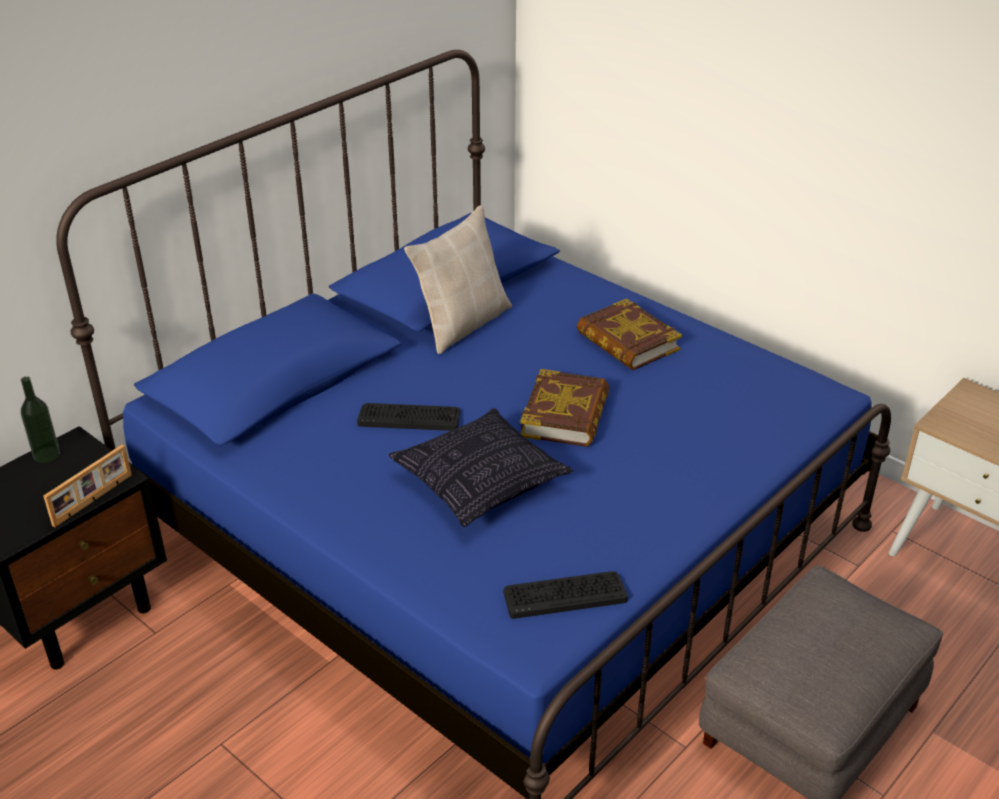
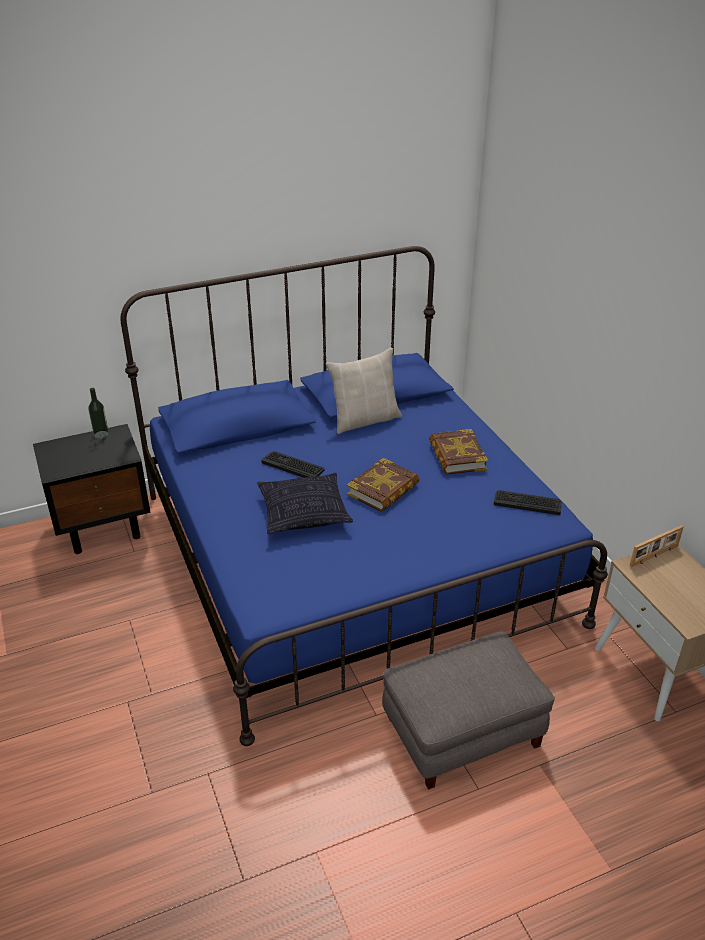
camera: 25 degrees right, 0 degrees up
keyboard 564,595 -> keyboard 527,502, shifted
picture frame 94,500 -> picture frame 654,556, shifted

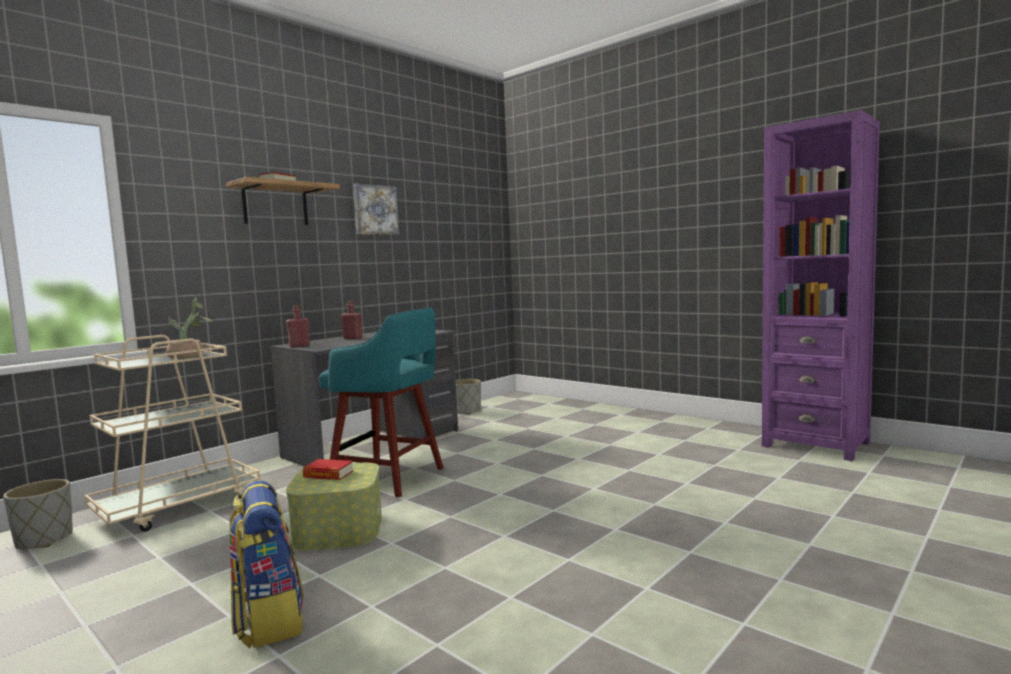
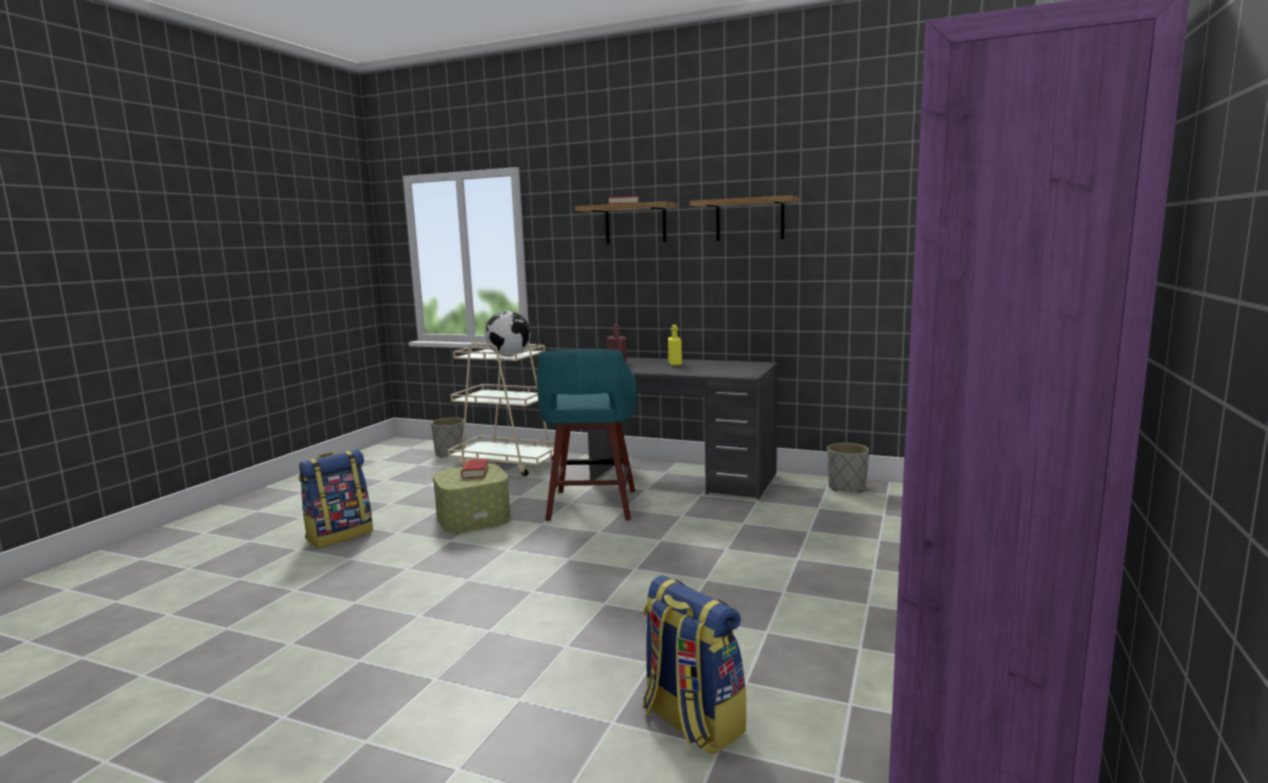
camera: 70 degrees right, 5 degrees up
potted plant 190,356 -> globe 509,356
none -> backpack 691,722
bottle (red) 353,338 -> bottle (yellow) 675,364
picture 375,210 -> shelf 750,220

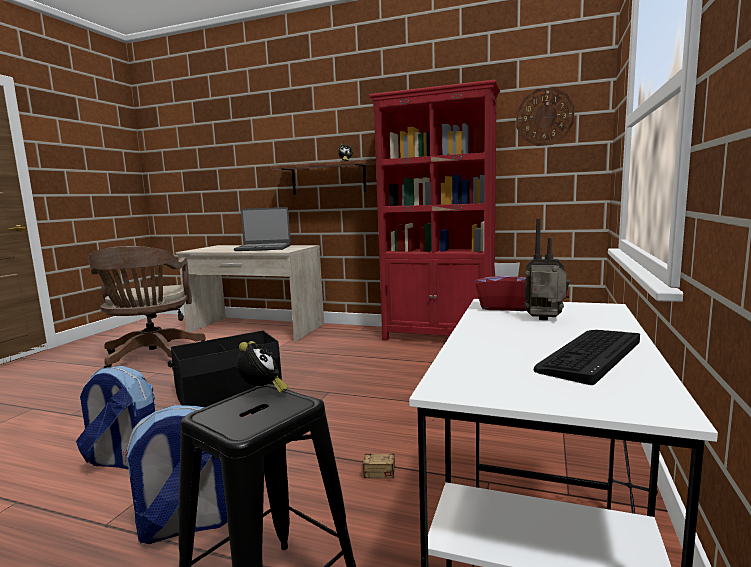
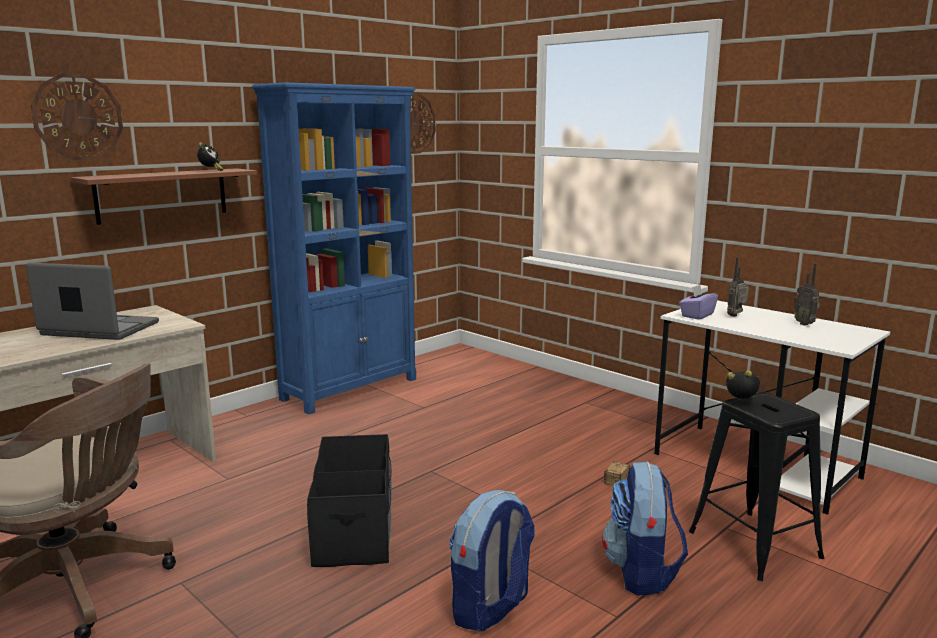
camera: 65 degrees left, 5 degrees up
laptop 263,248 -> laptop 99,329, 105 degrees counterclockwise
none -> wall clock 78,117
bookcase (red) 439,337 -> bookcase (blue) 351,389
tissue box (red) 506,307 -> tissue box (purple) 697,315
keyboard 589,355 -> radio 805,324

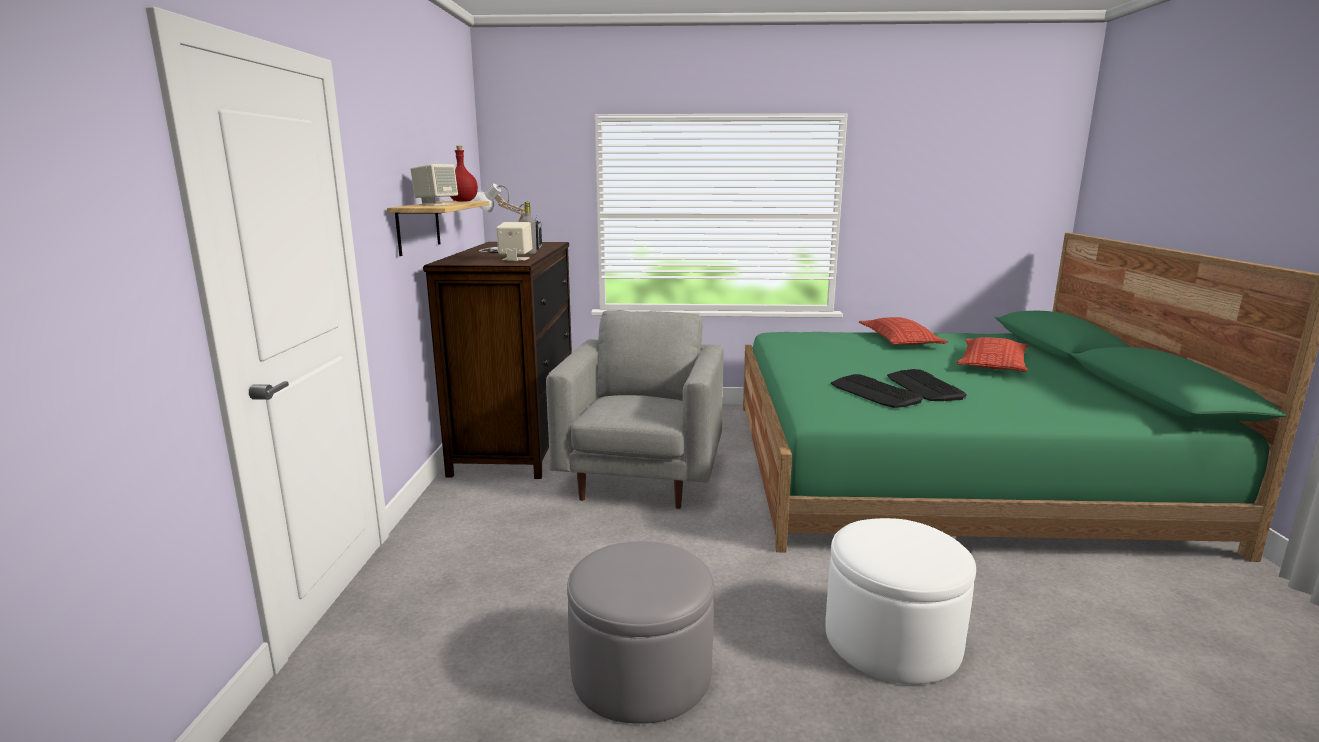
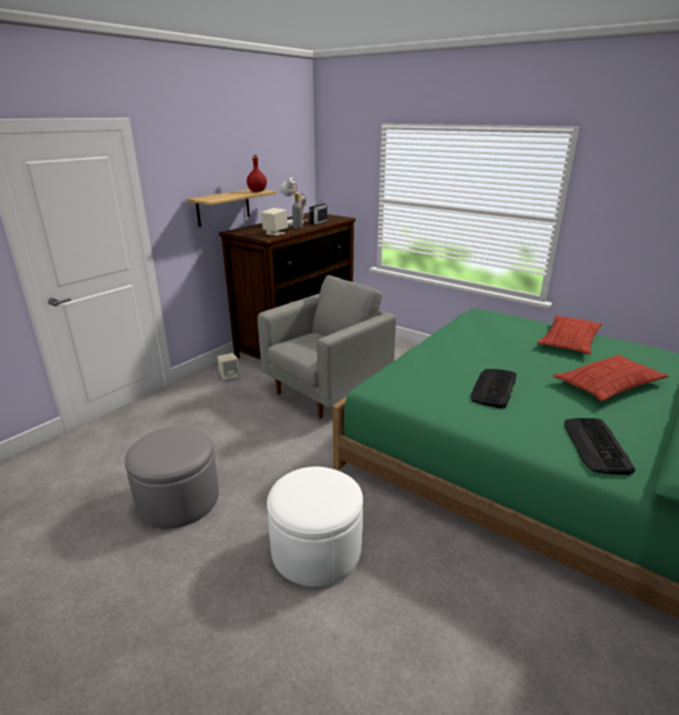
camera: 35 degrees right, 10 degrees up
speaker (beige) 436,204 -> speaker (beige) 229,375, shifted
keyboard 874,392 -> keyboard 596,445, shifted

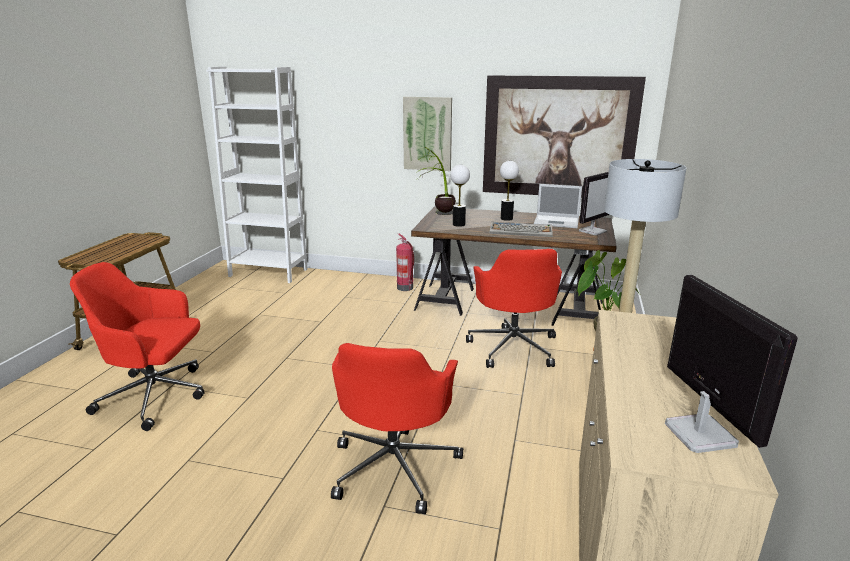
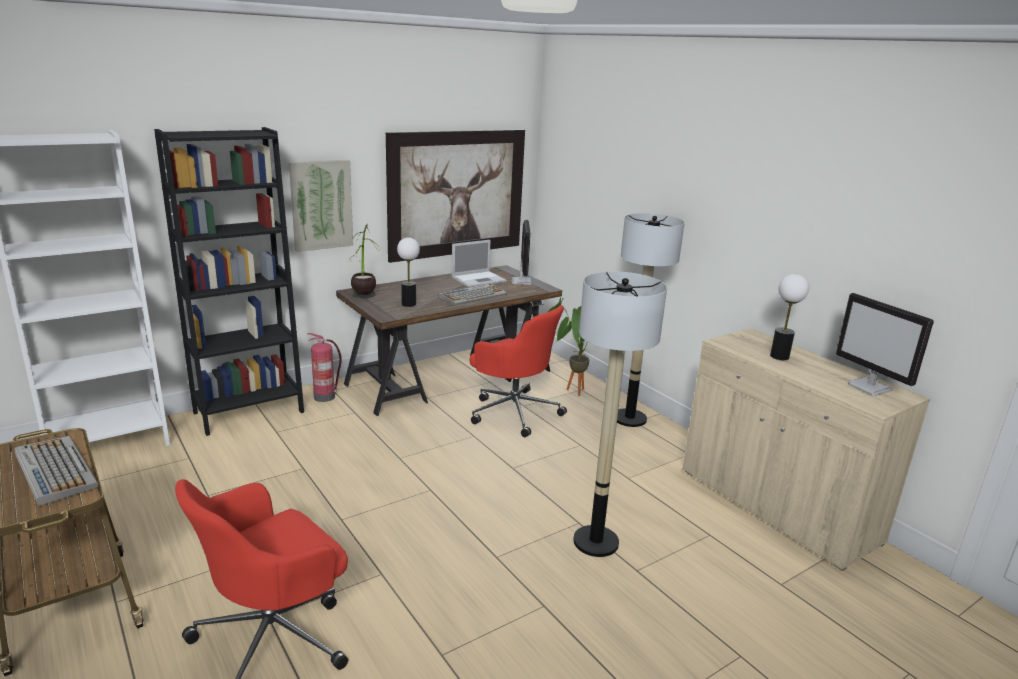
camera: 50 degrees left, 0 degrees up
none -> keyboard 54,470
none -> bookcase (black) 249,412
office chair (red) 395,466 -> floor lamp 596,542
table lamp 506,218 -> table lamp 779,356, shifted
monitor 699,433 -> monitor 870,387, 150 degrees counterclockwise

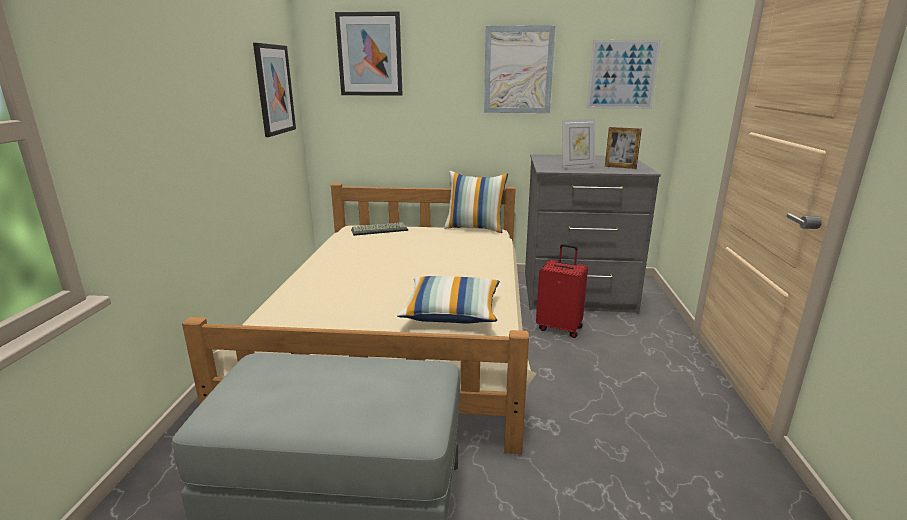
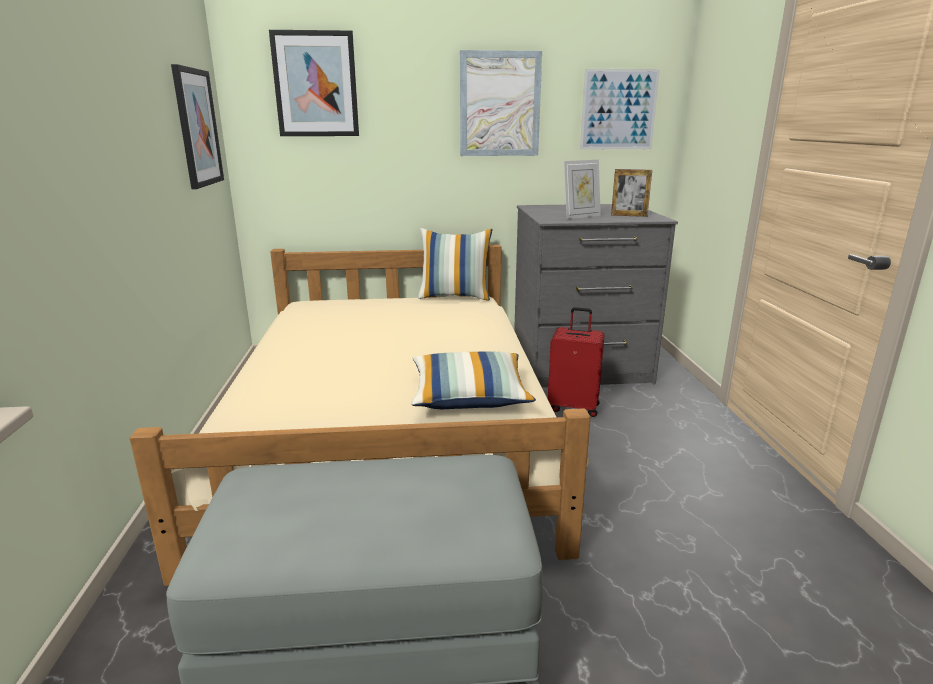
camera: 10 degrees left, 0 degrees up
keyboard 380,230 -> none

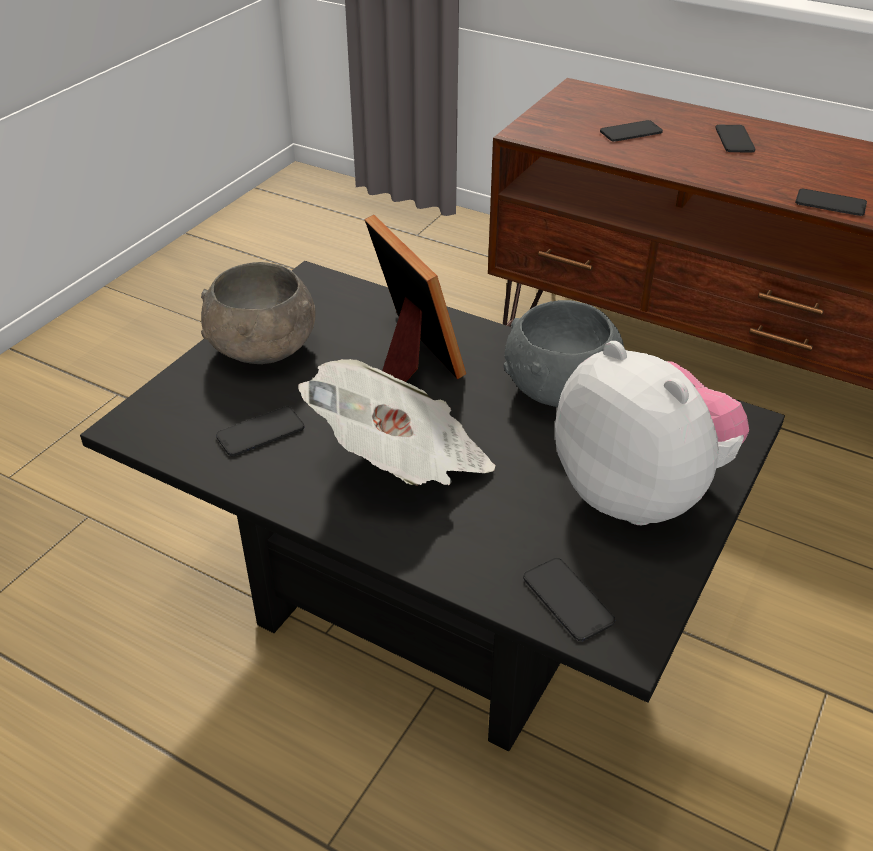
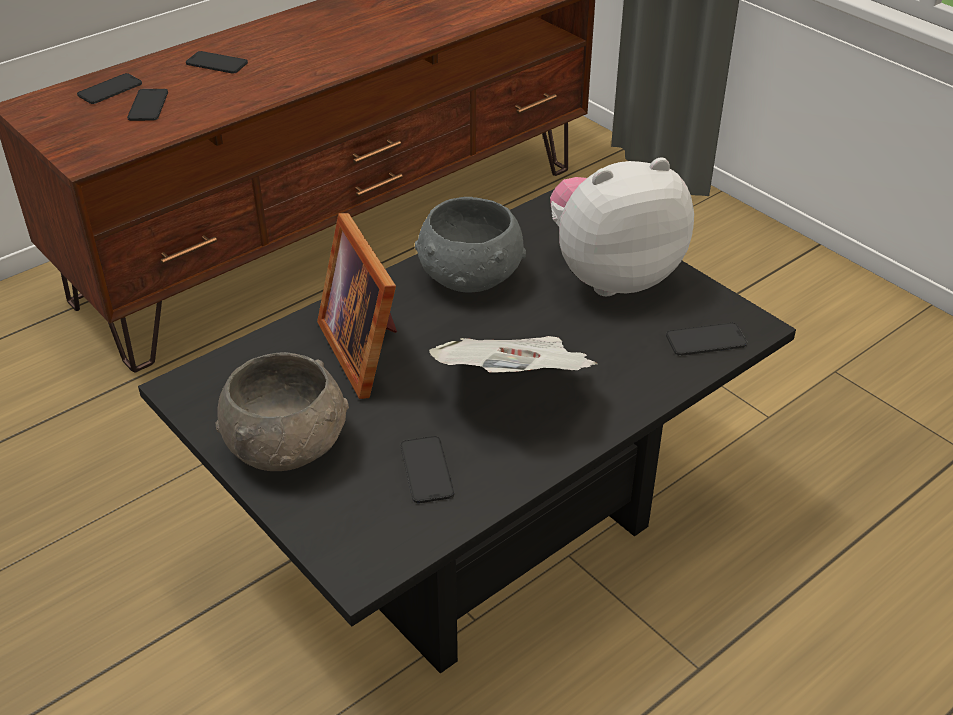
camera: 70 degrees left, 0 degrees up
phone 830,203 -> phone 110,89, shifted
picture frame 409,355 -> picture frame 366,348, 105 degrees counterclockwise

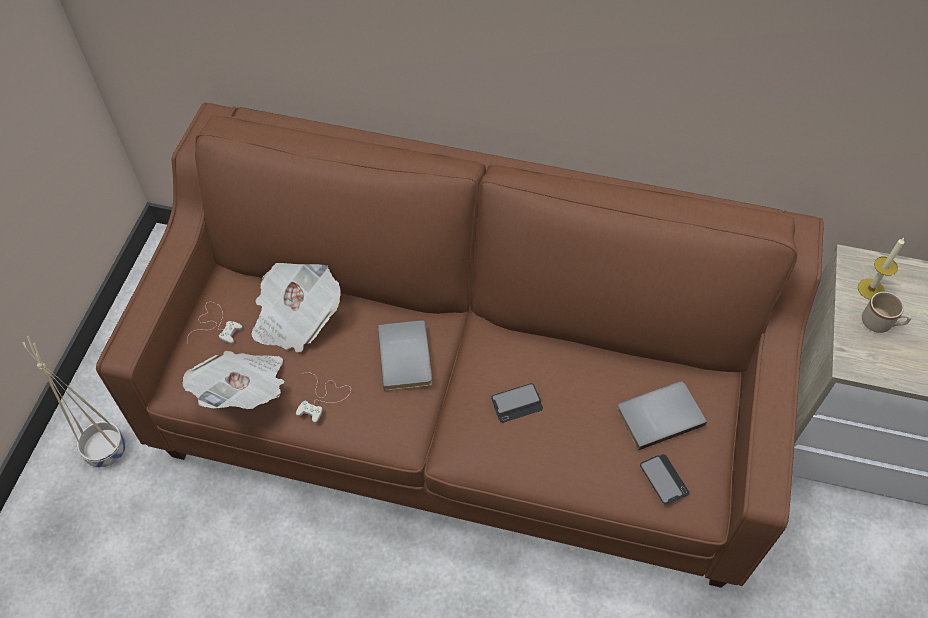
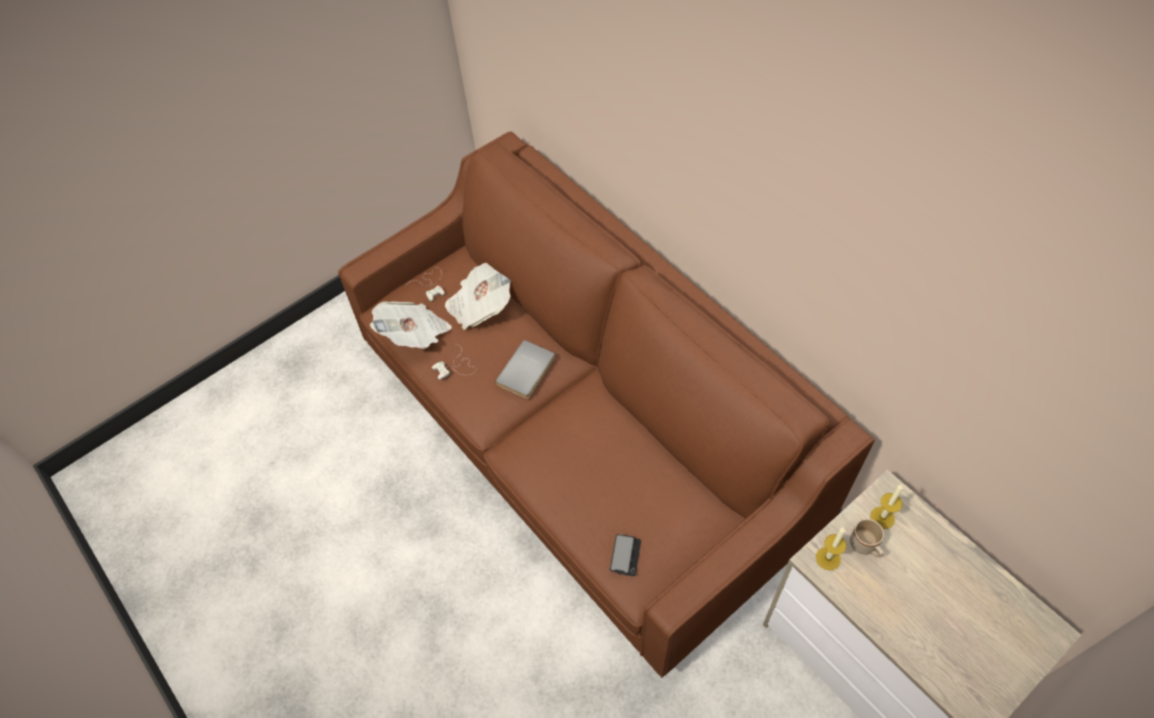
camera: 40 degrees right, 0 degrees up
none -> candle 828,558
planter (beige) 105,449 -> none
phone 517,403 -> none
book (grey) 658,414 -> none

